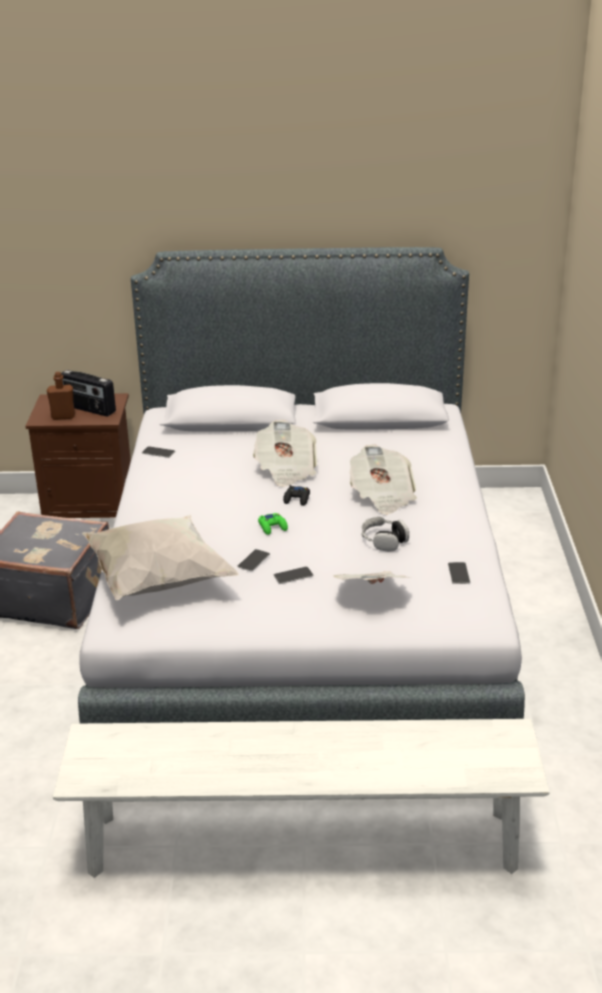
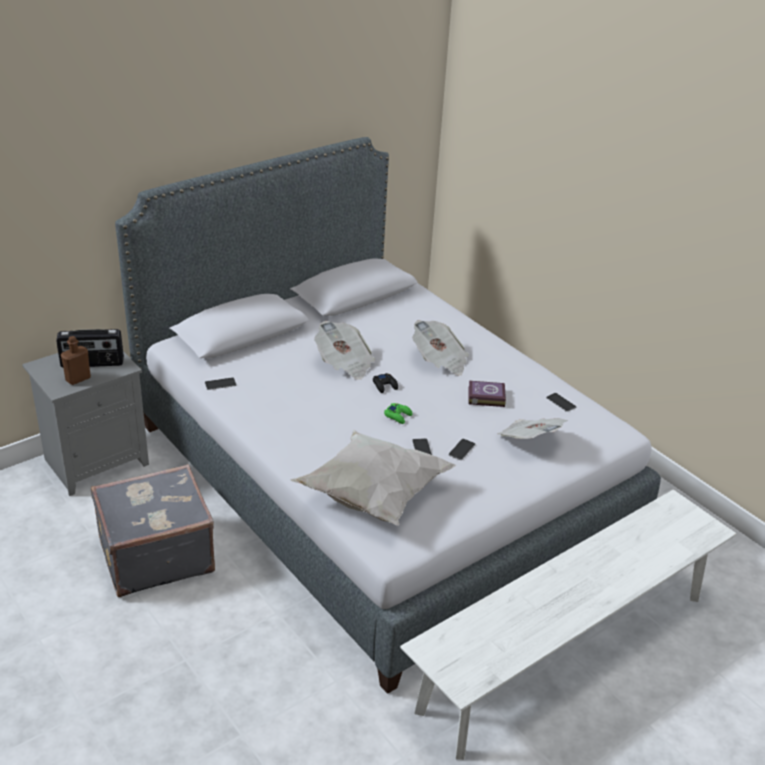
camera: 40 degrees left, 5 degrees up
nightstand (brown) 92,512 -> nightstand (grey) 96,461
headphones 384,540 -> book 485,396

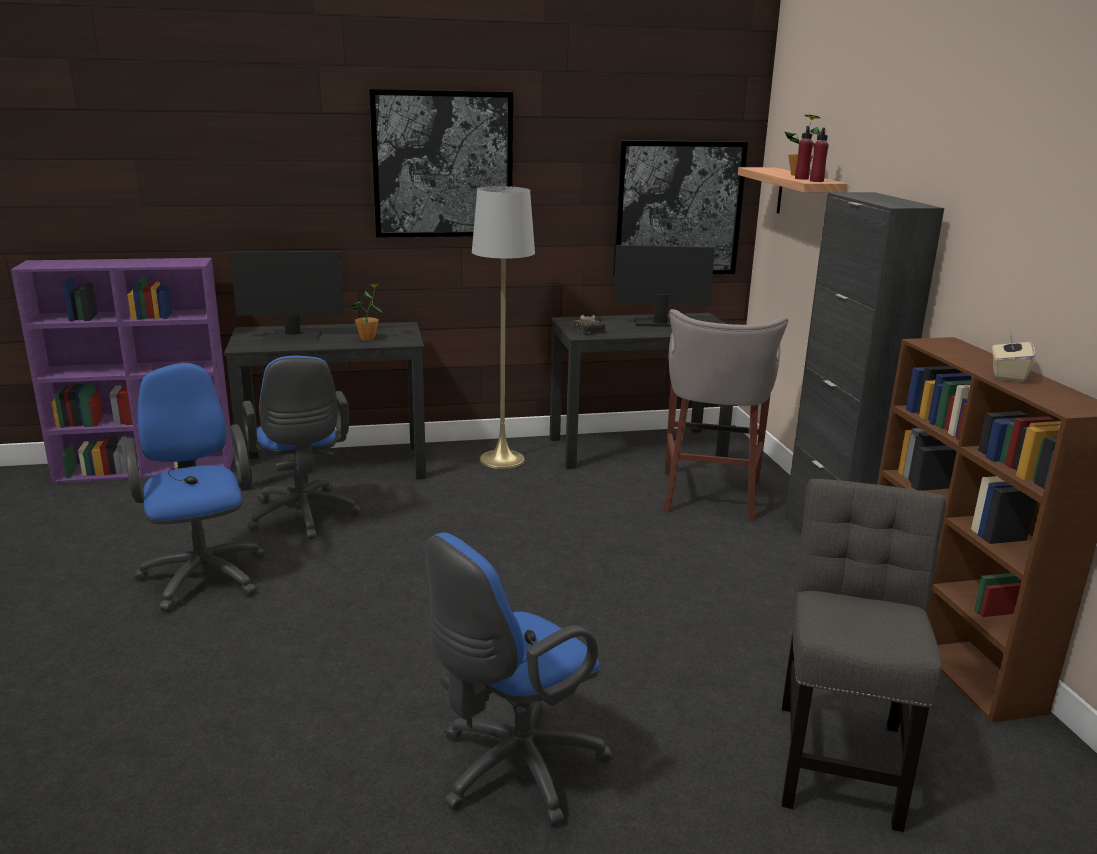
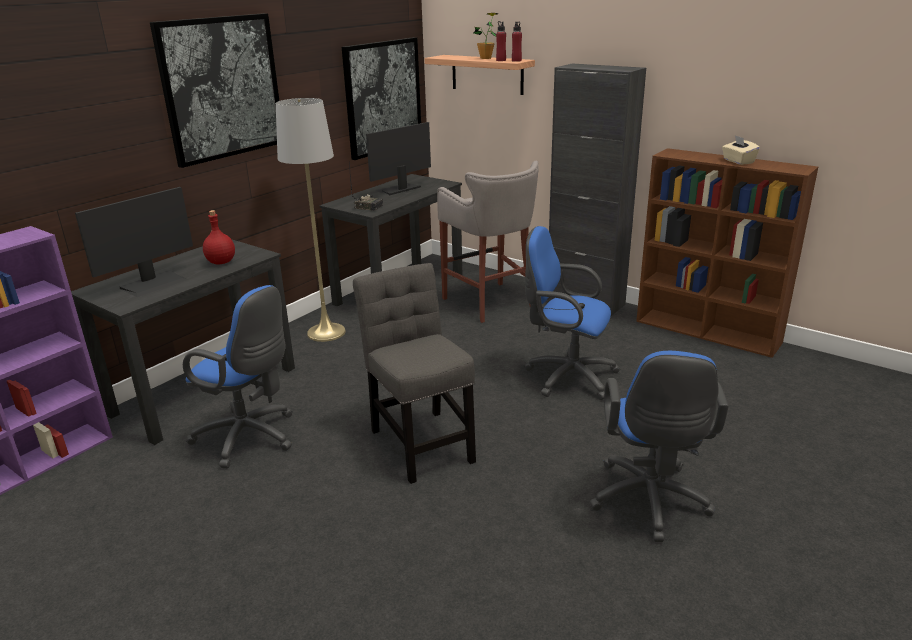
camera: 40 degrees left, 5 degrees up
potted plant 367,338 -> bottle (red) 221,262
chair (grey) 840,756 -> chair (grey) 420,442, shifted
office chair (blue) 203,573 -> office chair (blue) 566,376, shifted

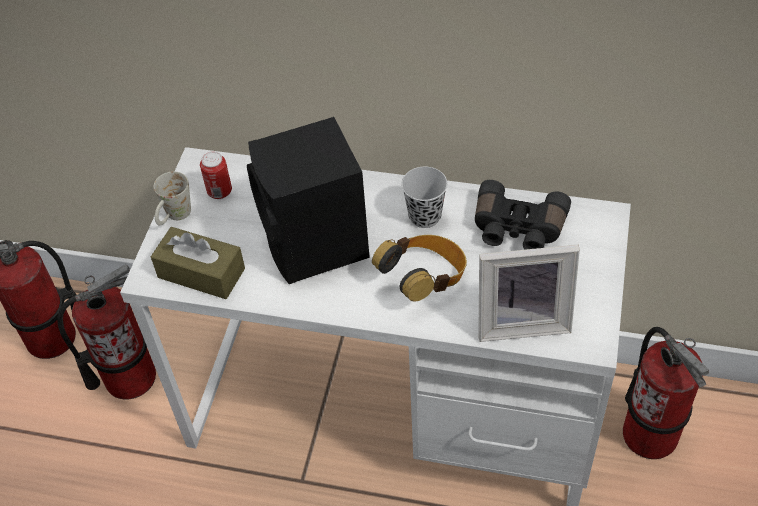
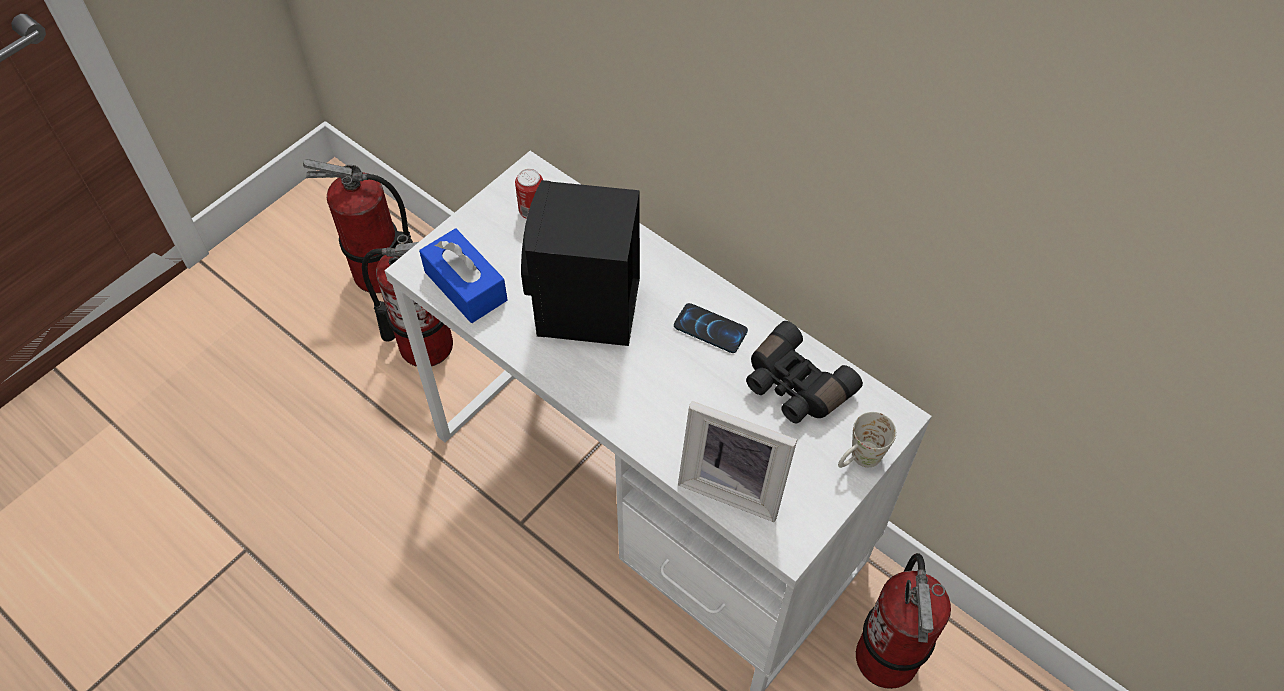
camera: 25 degrees right, 5 degrees up
tissue box (brown) 201,273 -> tissue box (blue) 465,286
cup (black) 425,216 -> phone 710,329
mug (white) 174,217 -> mug (white) 859,460, shifted
headphones 424,280 -> none

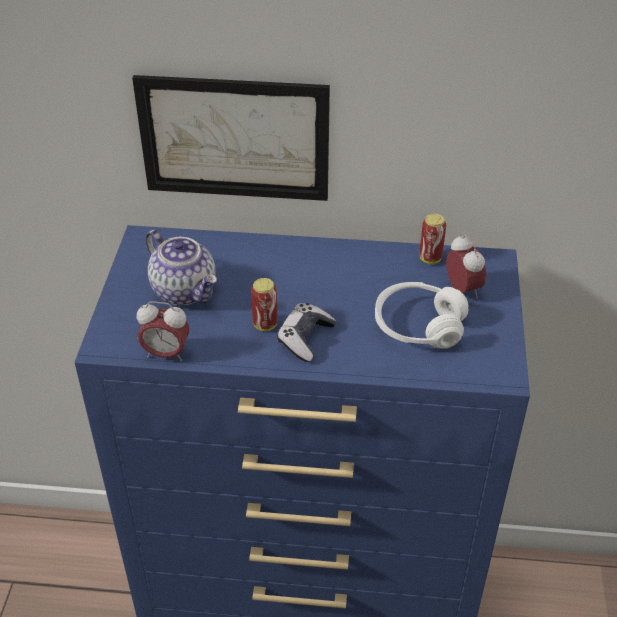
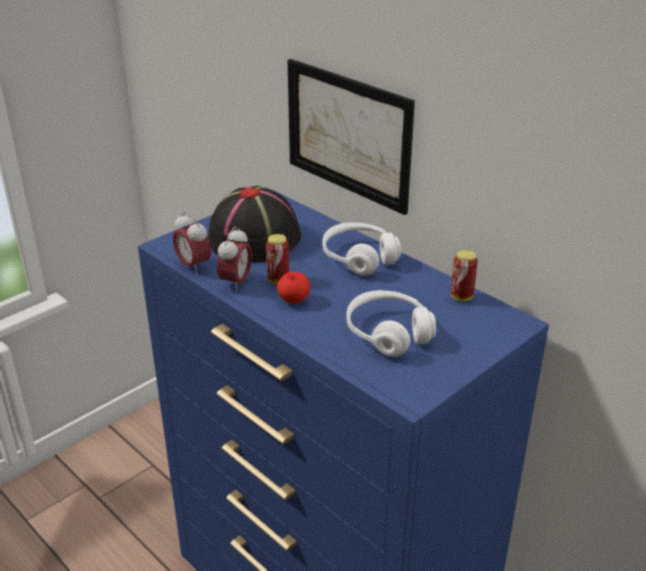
camera: 40 degrees right, 10 degrees down
teapot 185,290 -> hat (black) 255,238
alarm clock 463,290 -> alarm clock 236,283, shifted
game controller 305,338 -> apple 293,300
none -> headphones (white) 359,258

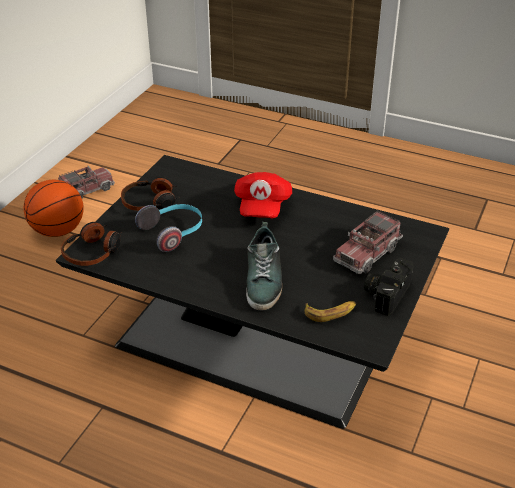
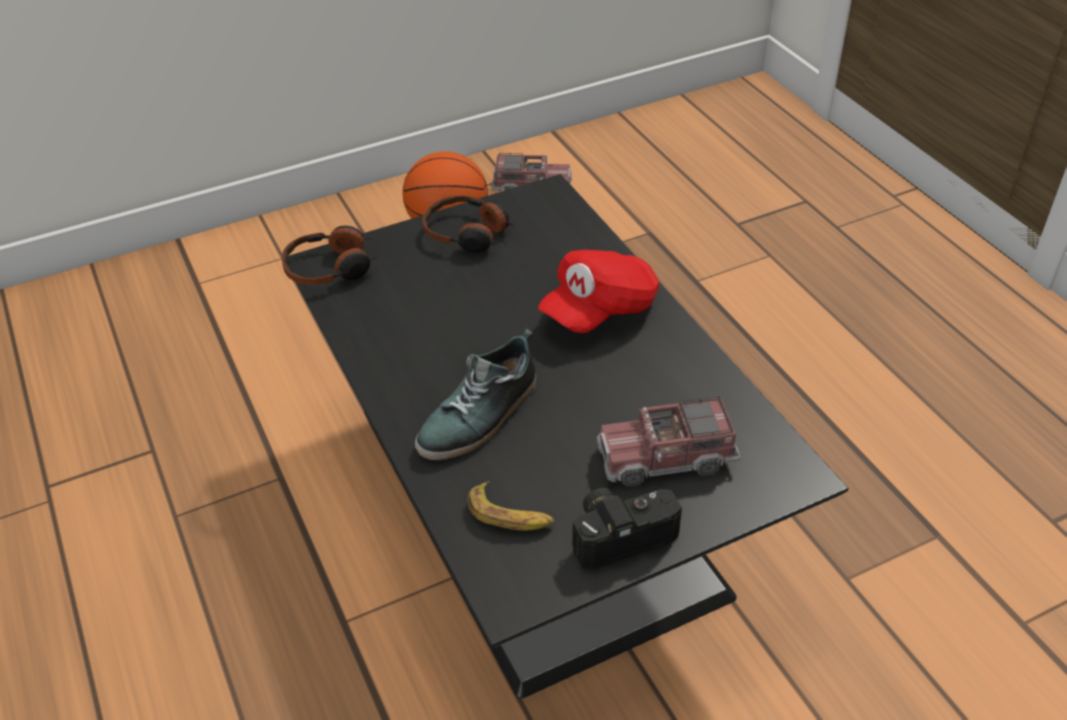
camera: 40 degrees right, 5 degrees up
headphones 173,233 -> none

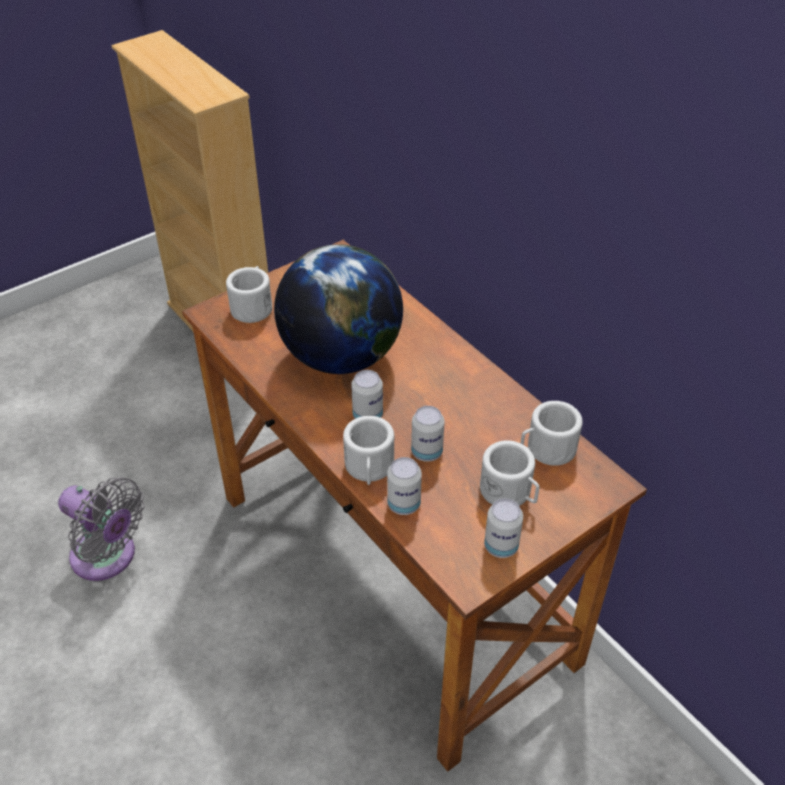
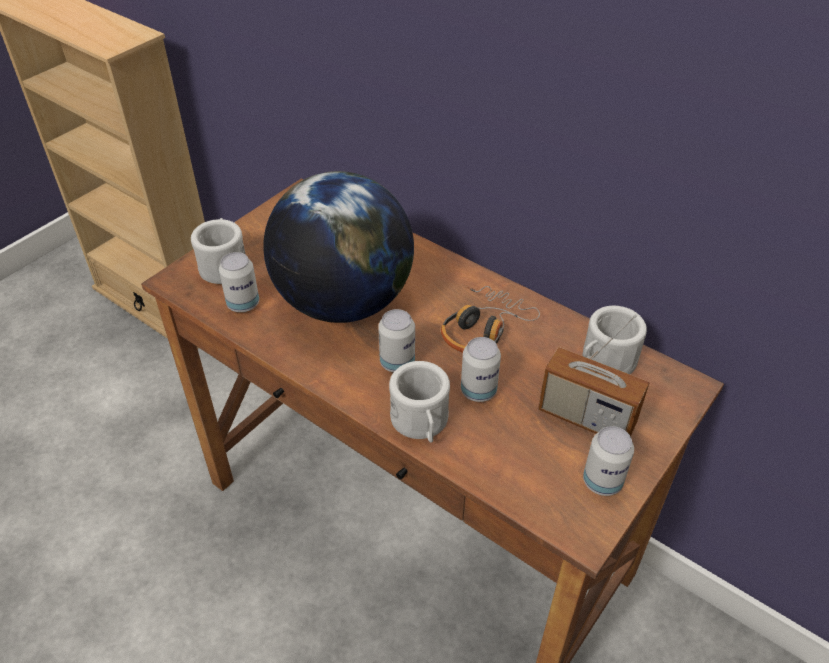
camera: 15 degrees left, 0 degrees up
can 404,504 -> can 243,304, shifted
none -> headphones 483,328
mug (white) 510,493 -> radio 586,418
fan (grey) 108,557 -> none

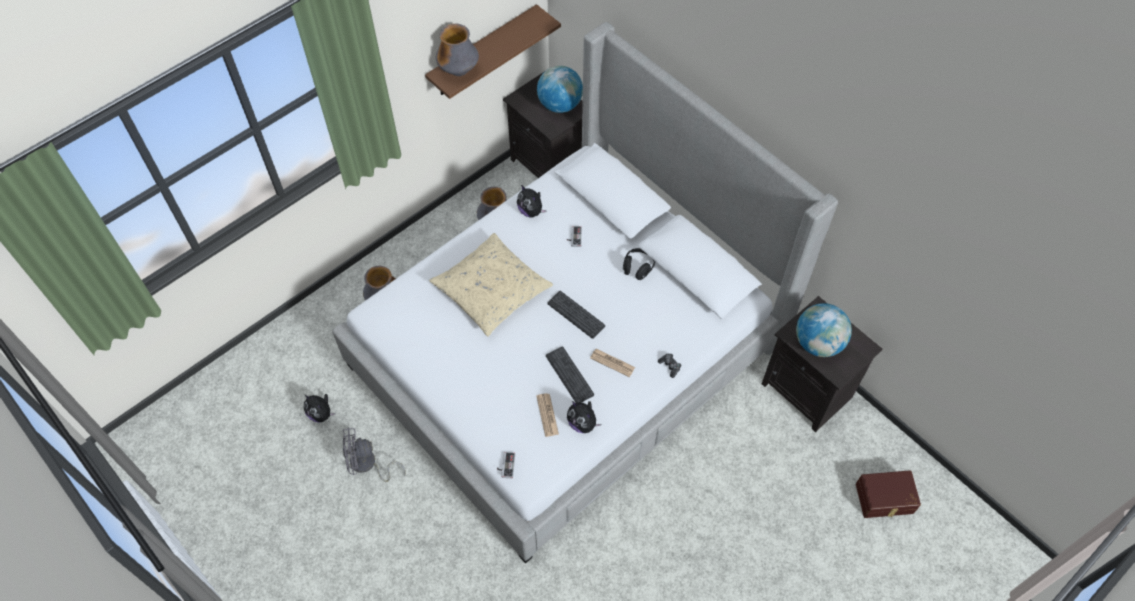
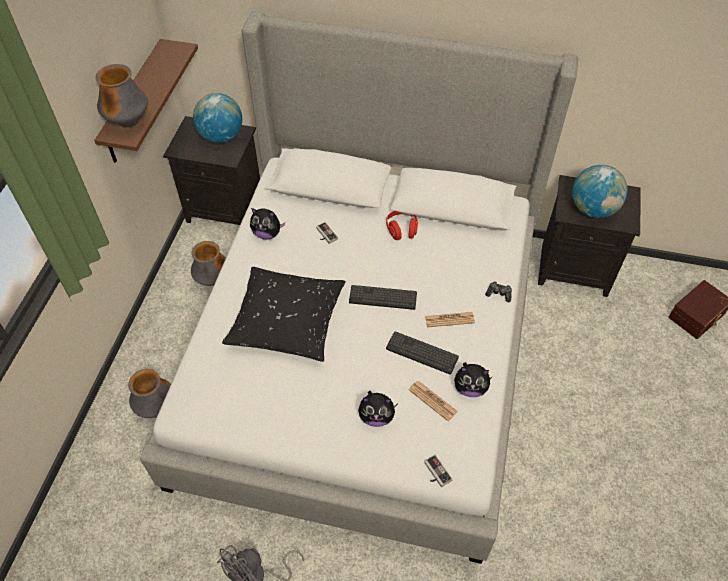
camera: 35 degrees left, 5 degrees down
pillow (beige) 491,290 -> pillow (black) 287,320
plush toy 321,414 -> plush toy 376,416, shifted
headphones (black) 638,268 -> headphones (red) 401,230

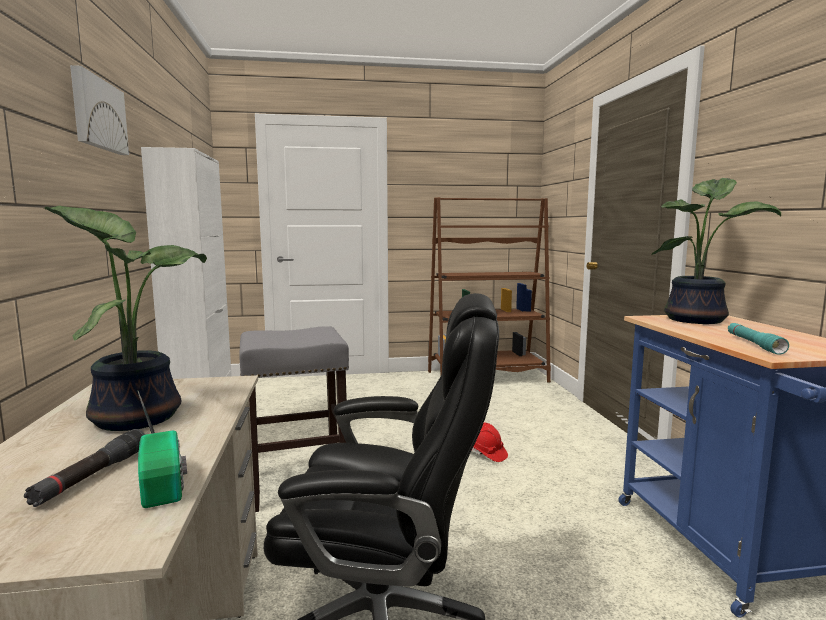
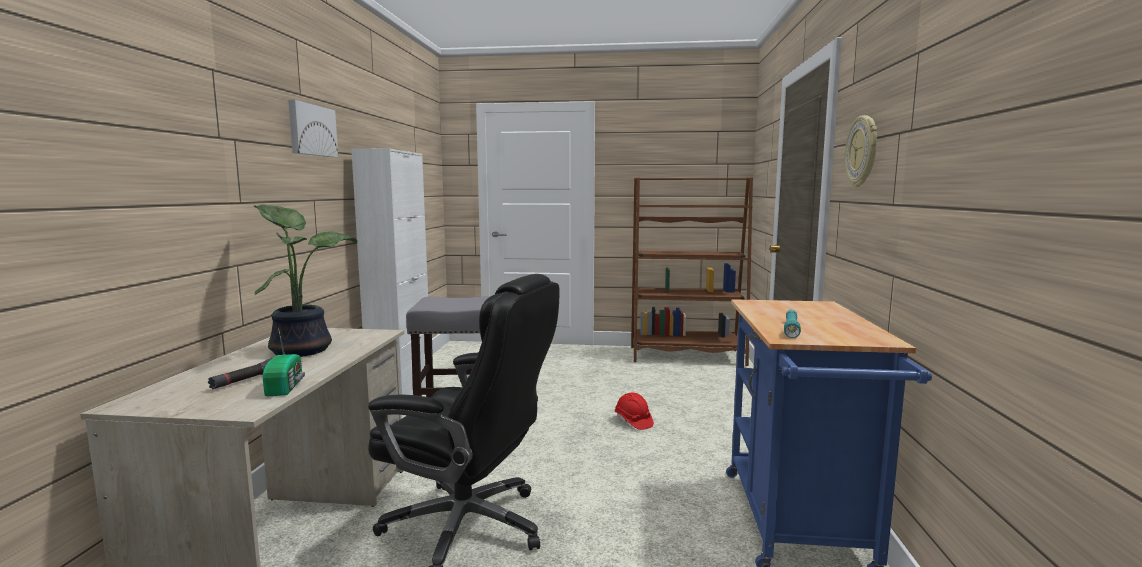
camera: 15 degrees right, 0 degrees up
none -> wall clock 862,151
potted plant 698,319 -> none

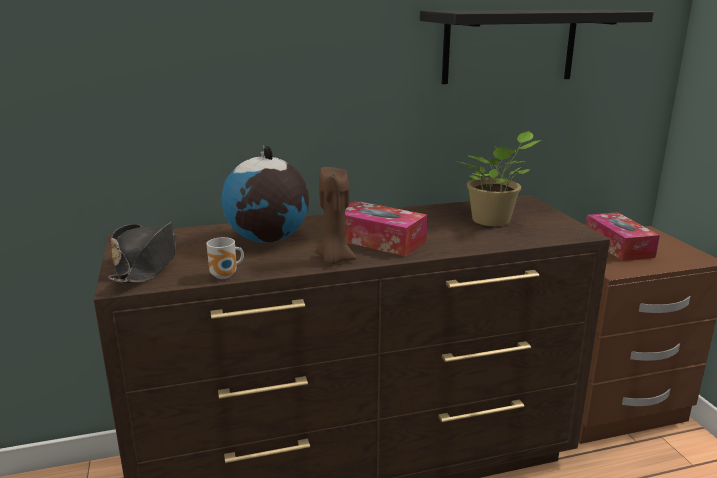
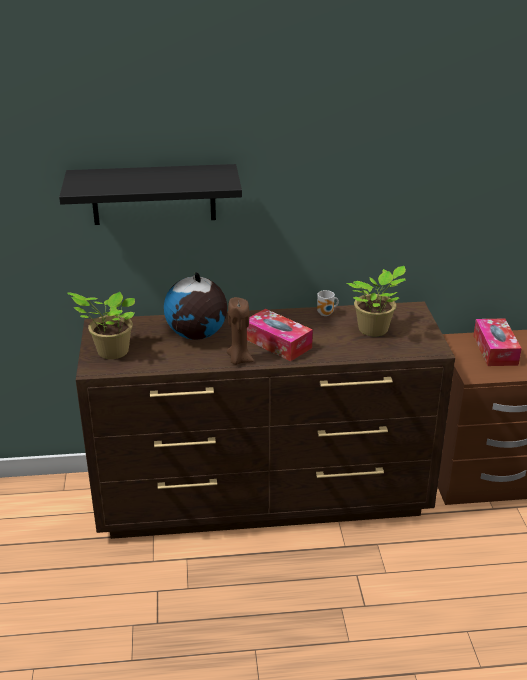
camera: 10 degrees right, 10 degrees up
shelf (black) 509,46 -> shelf (black) 153,194, shifted
hat (black) 147,264 -> potted plant 110,352
mug 226,276 -> mug 326,314, shifted

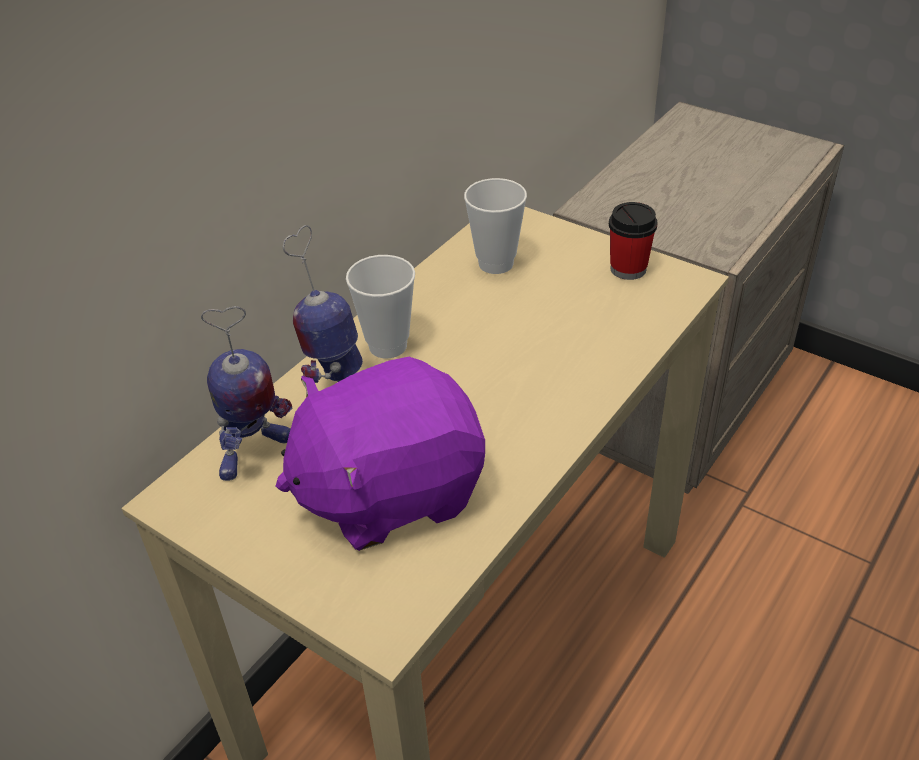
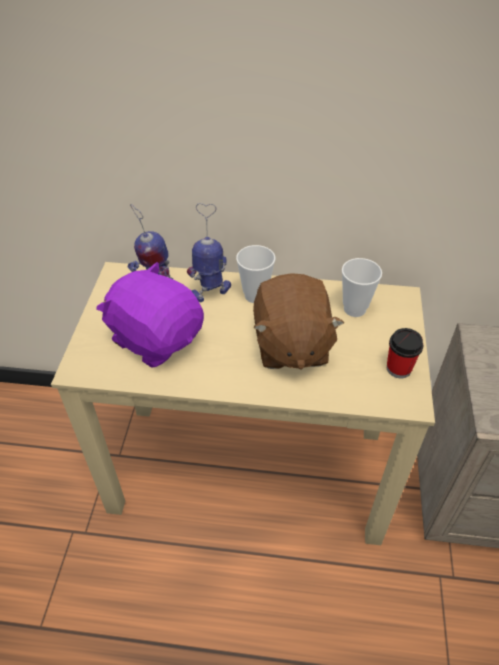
camera: 60 degrees right, 5 degrees up
none -> plush toy (brown) 290,345

